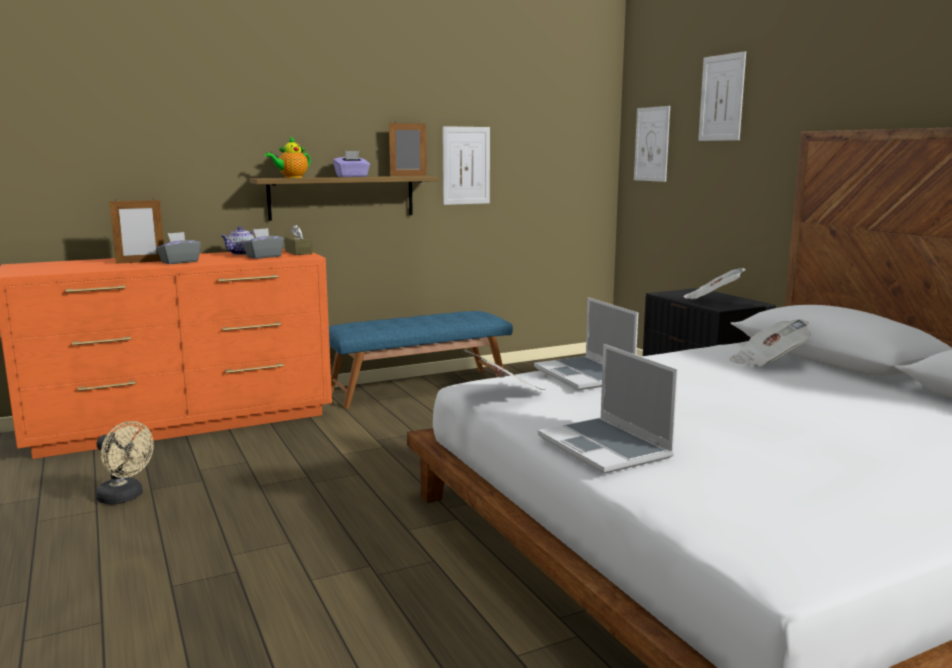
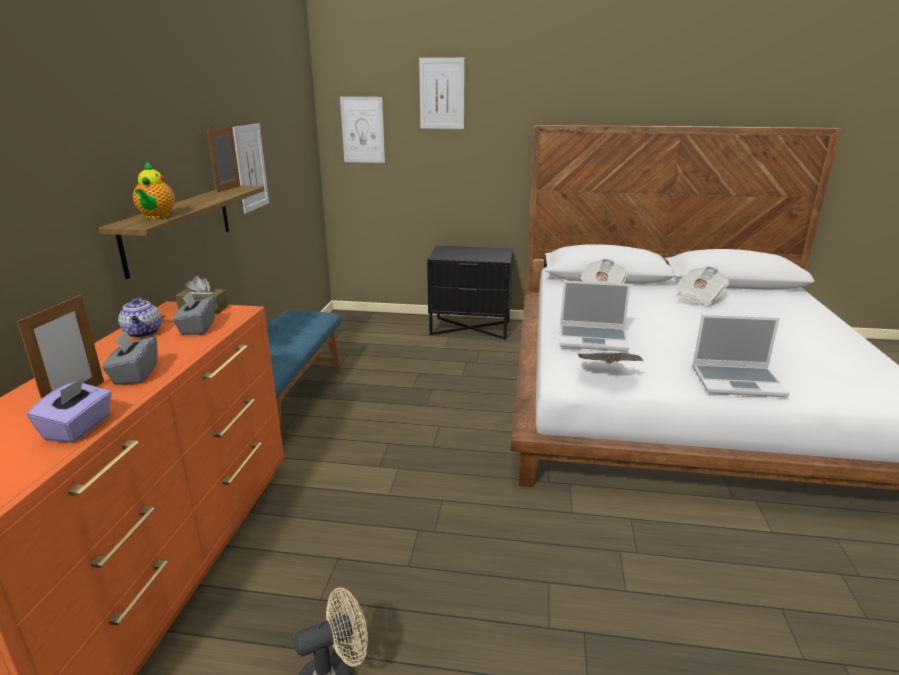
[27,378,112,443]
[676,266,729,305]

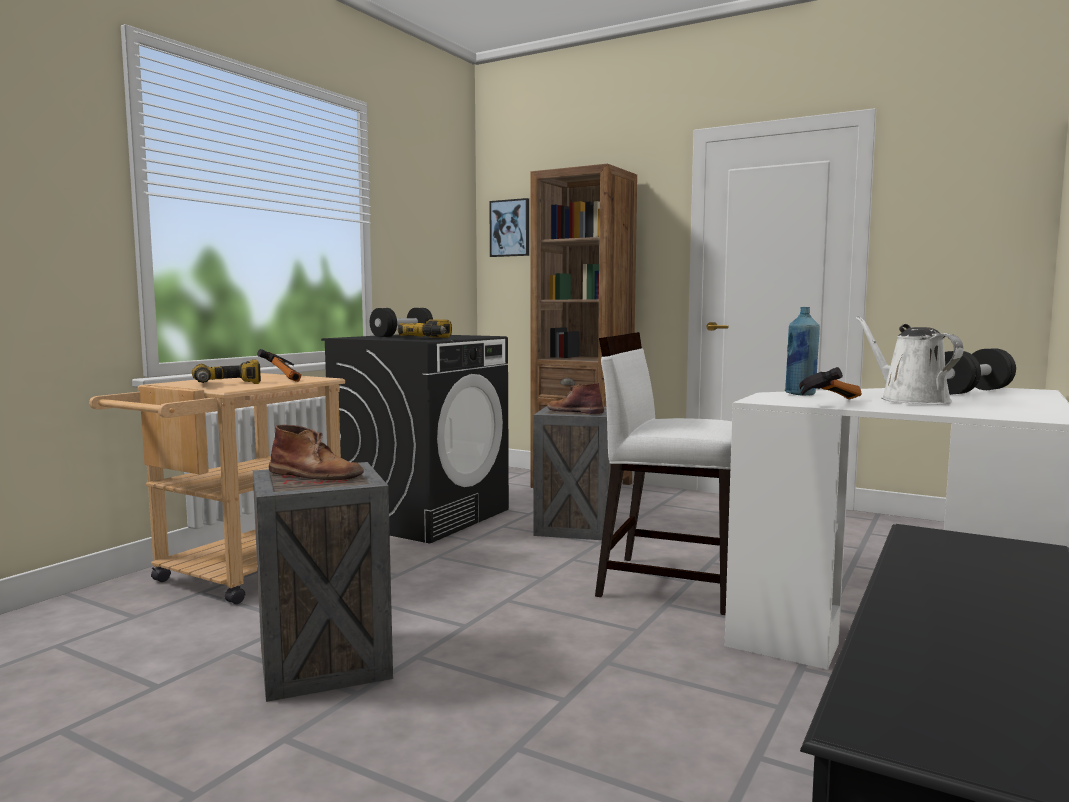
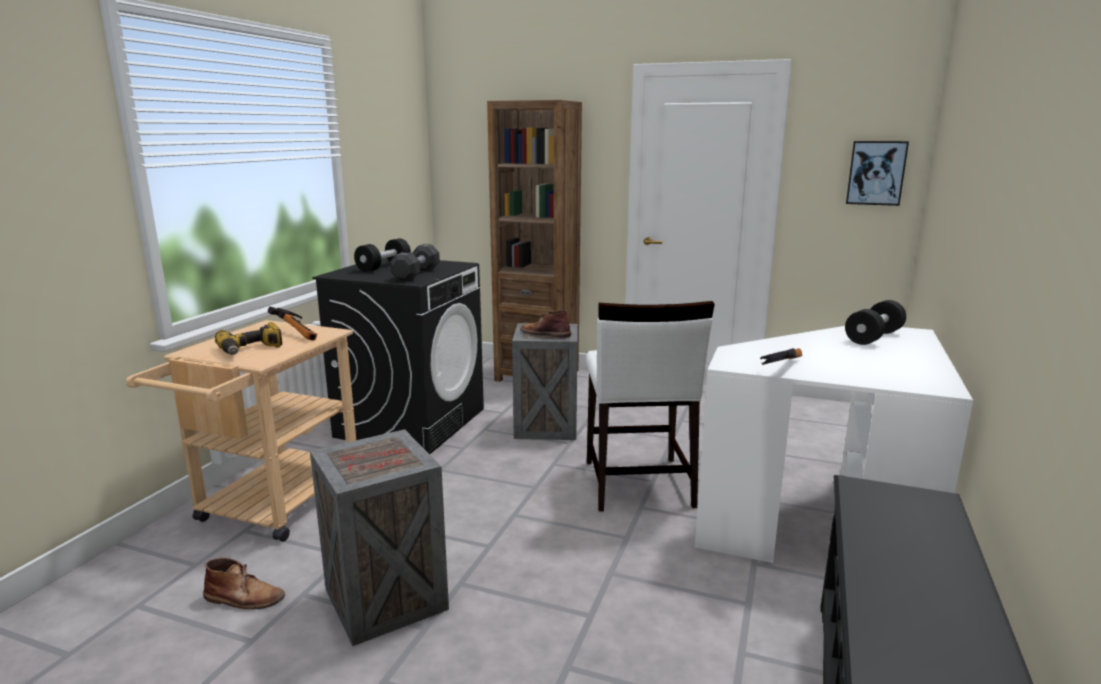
[203,558,285,610]
[390,244,440,281]
[586,301,715,512]
[846,141,909,206]
[784,307,820,396] (first image)
[856,316,964,405] (first image)

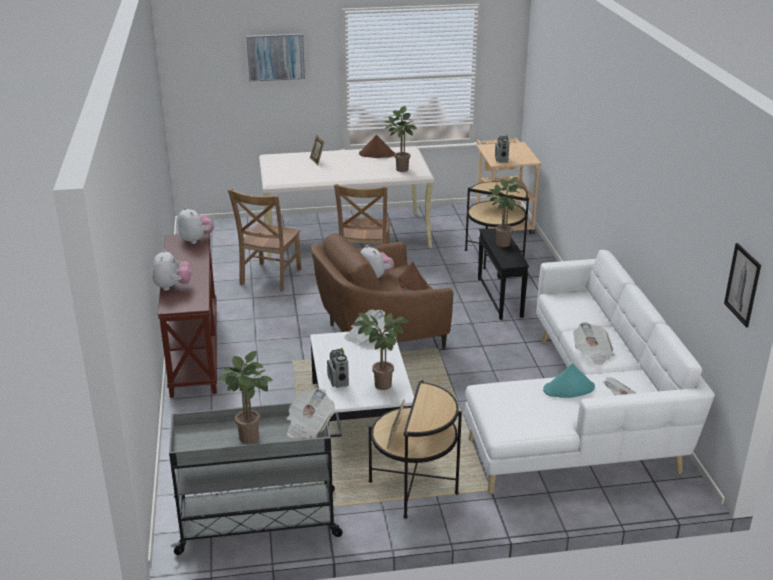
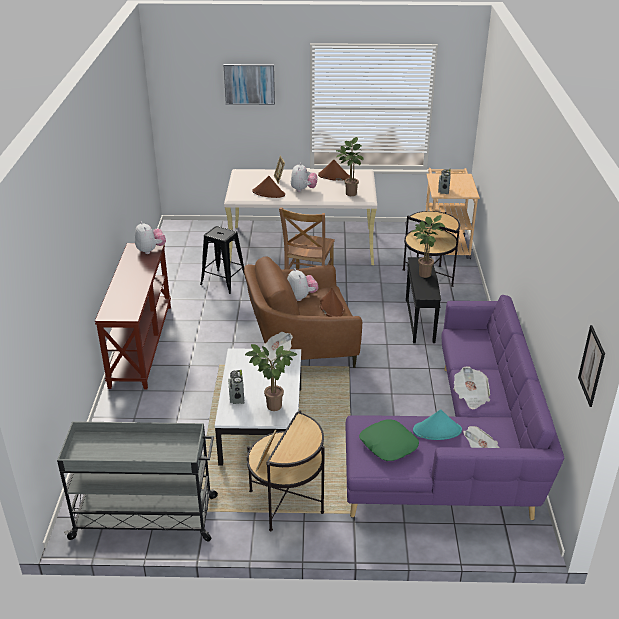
[200,226,246,294]
[252,176,285,198]
[291,162,317,192]
[345,295,564,520]
[359,419,419,461]
[218,351,273,444] (first image)
[287,388,335,438] (first image)

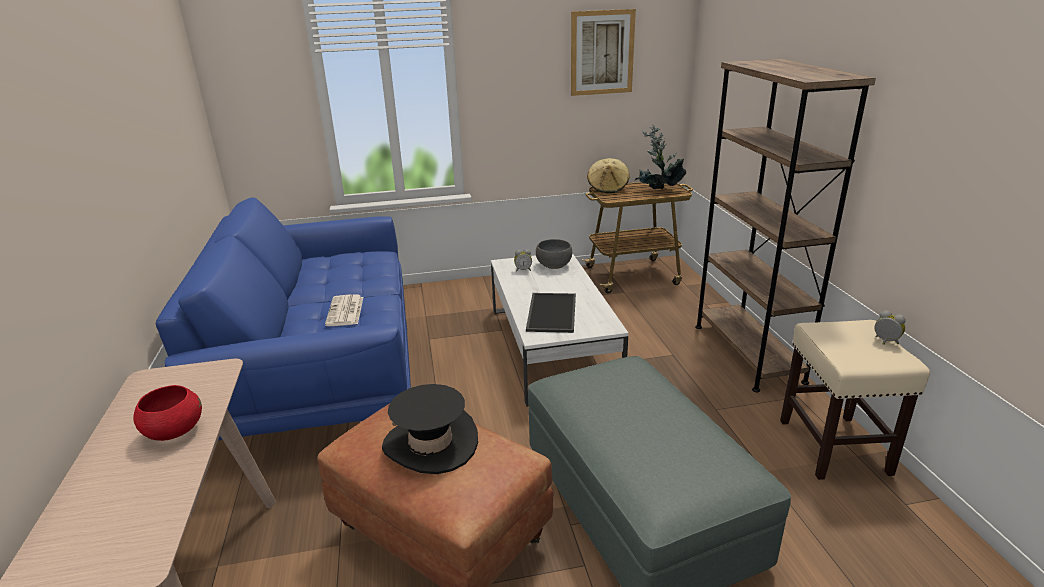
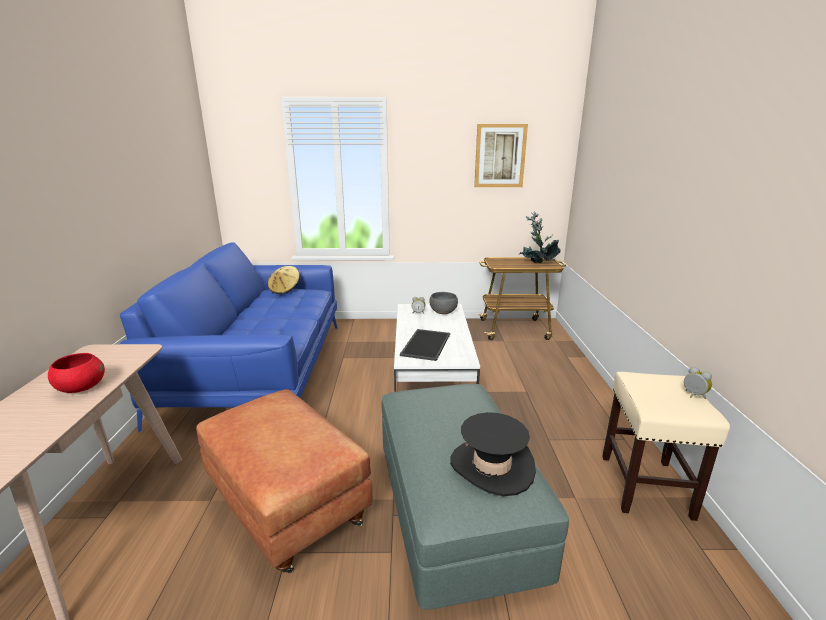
[268,266,300,294]
[450,412,536,496]
[325,294,363,326] (first image)
[695,59,876,392] (first image)

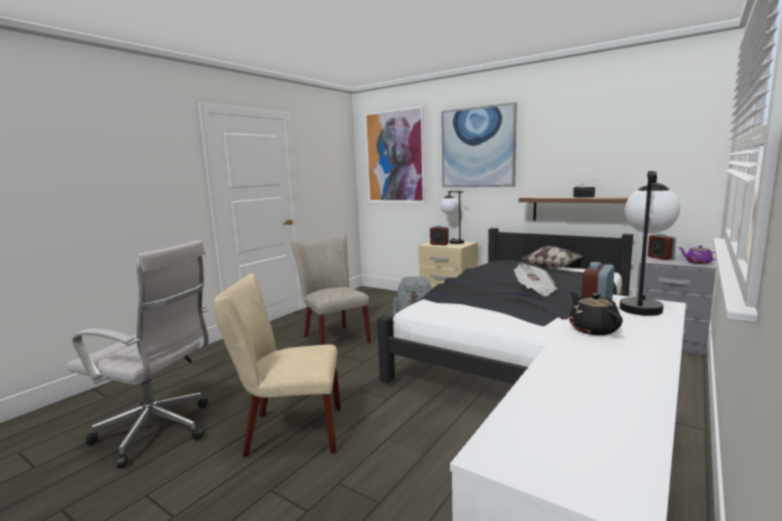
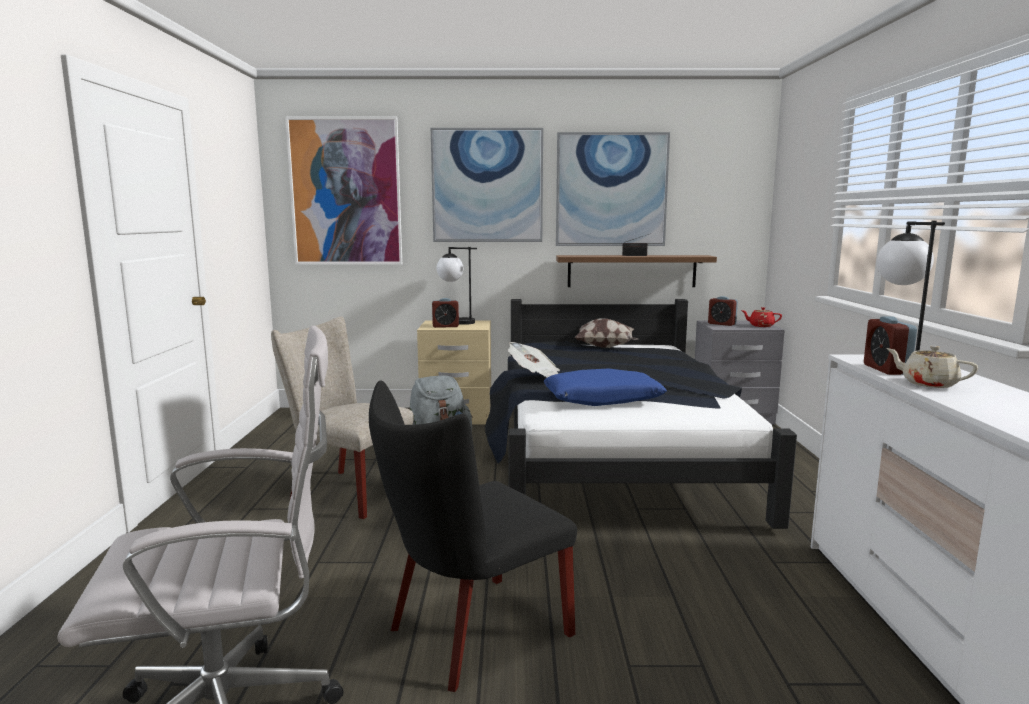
[369,380,577,692]
[508,342,560,378]
[544,368,667,406]
[556,132,670,246]
[742,307,782,327]
[886,346,978,388]

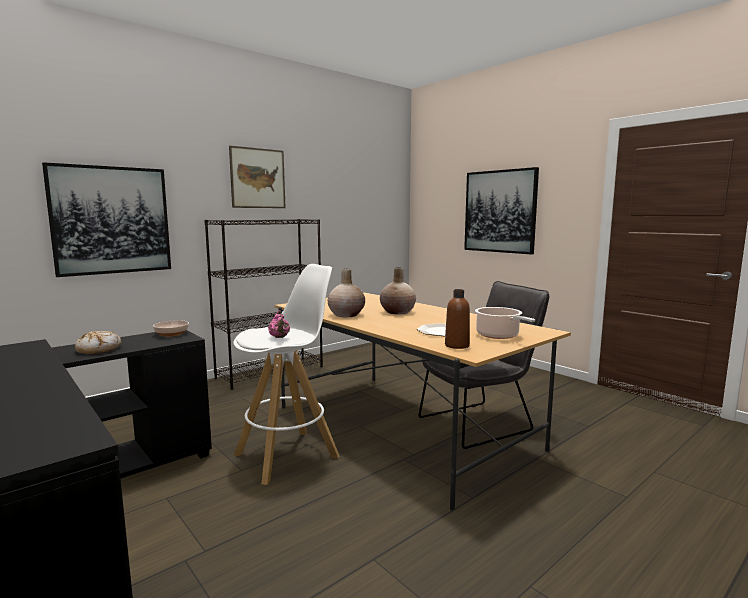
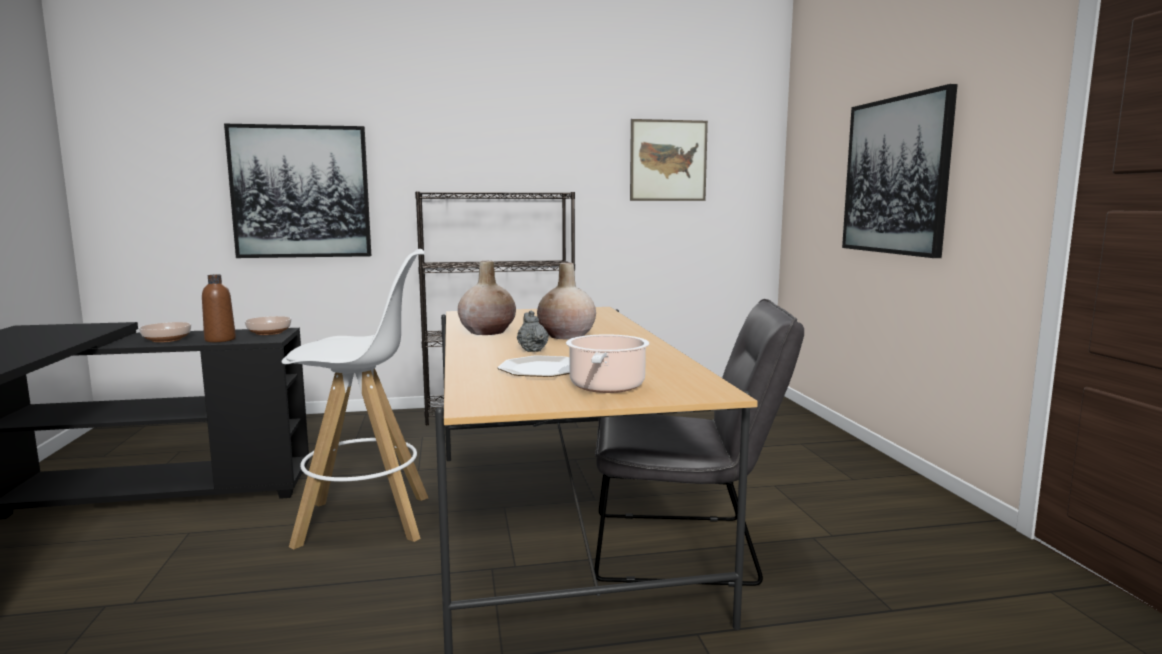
[139,322,191,342]
[202,274,236,342]
[517,310,549,352]
[630,119,708,201]
[268,311,290,338] (first image)

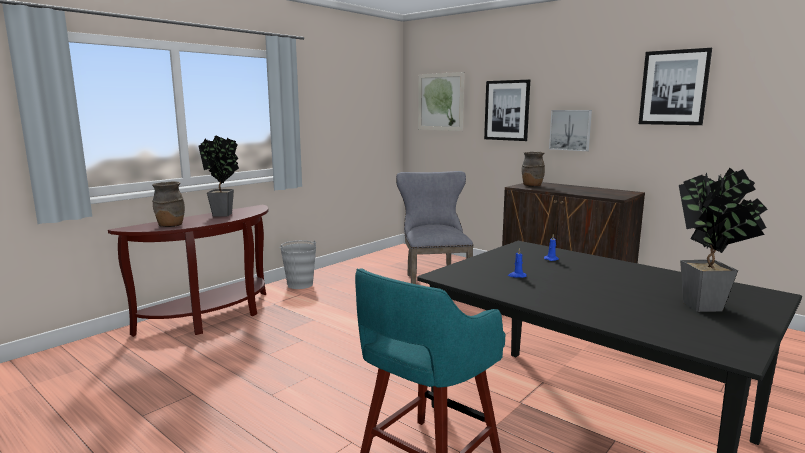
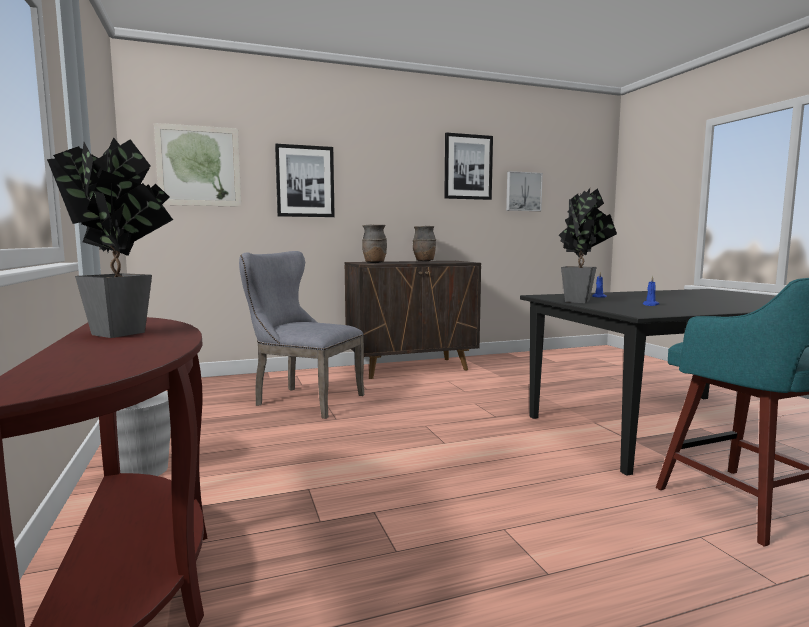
[413,226,436,261]
[506,171,543,211]
[559,188,617,303]

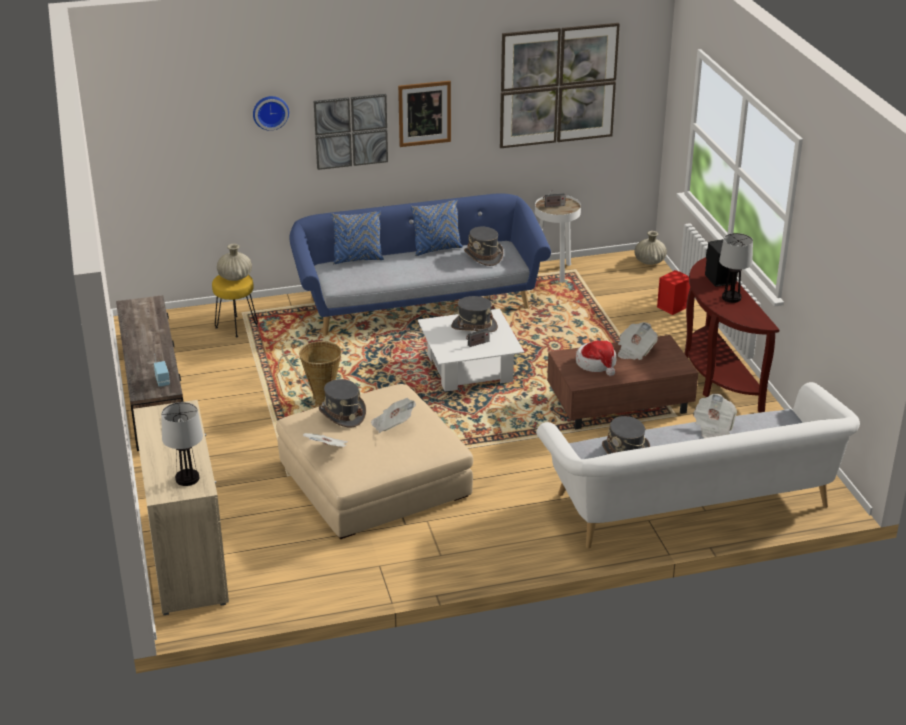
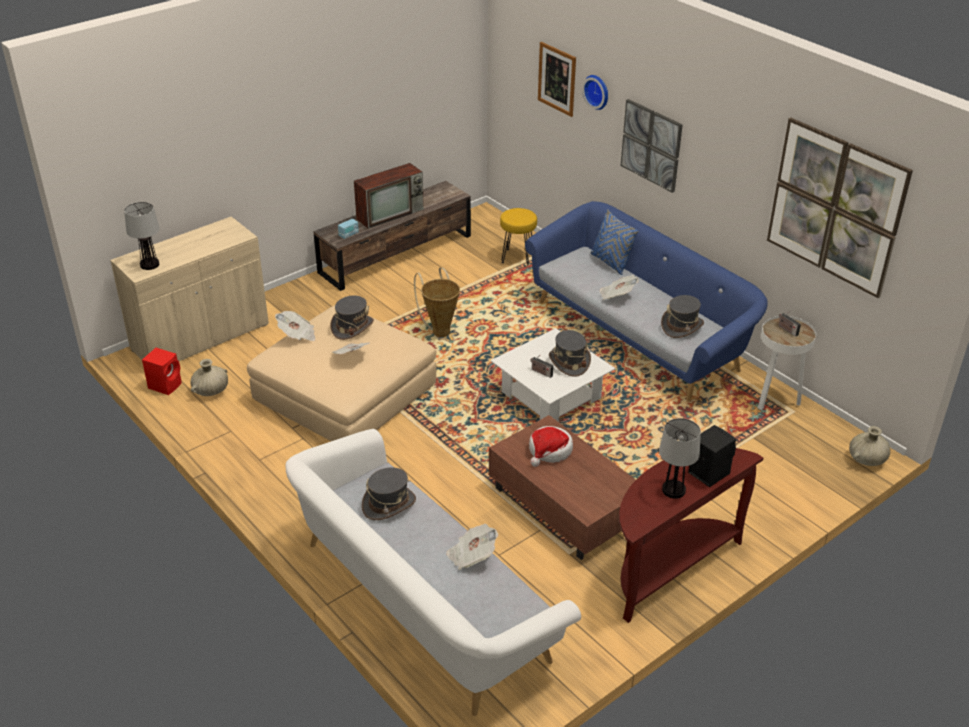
[142,348,182,395]
[190,359,228,396]
[354,163,424,229]
[538,42,576,117]
[599,275,639,300]
[410,199,463,256] (first image)

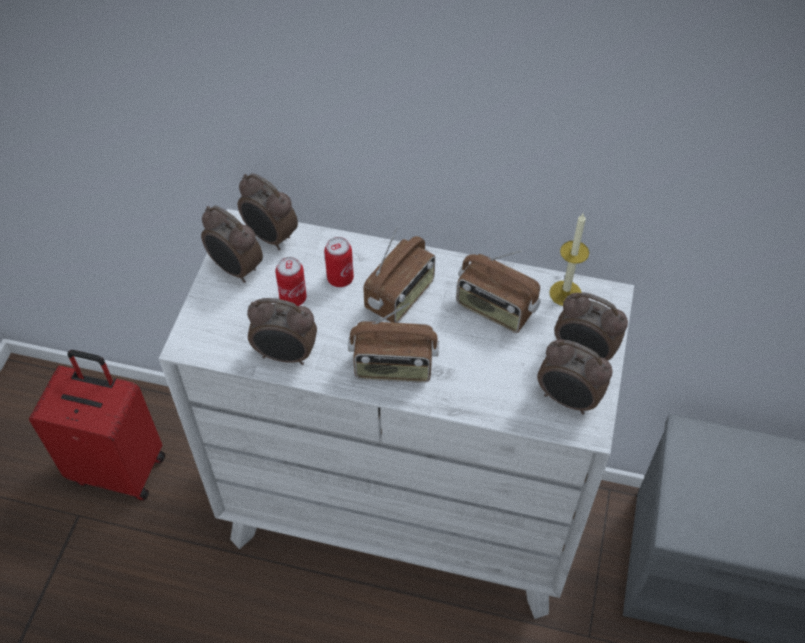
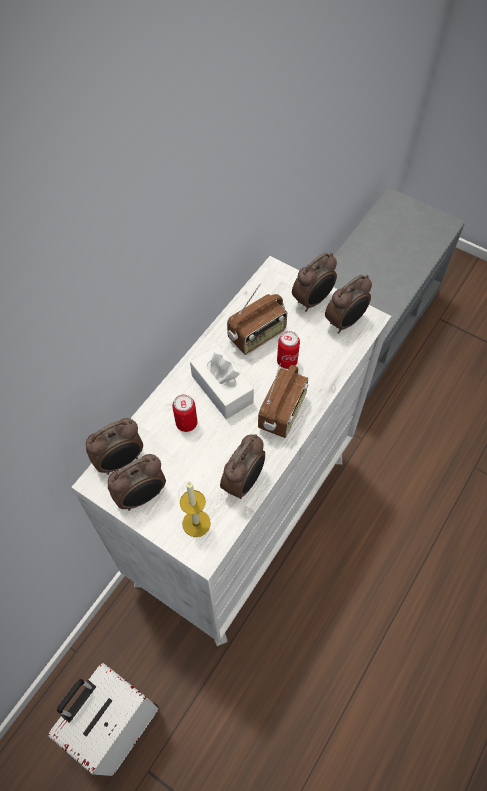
[48,663,159,776]
[180,481,211,537]
[190,346,254,419]
[277,331,300,369]

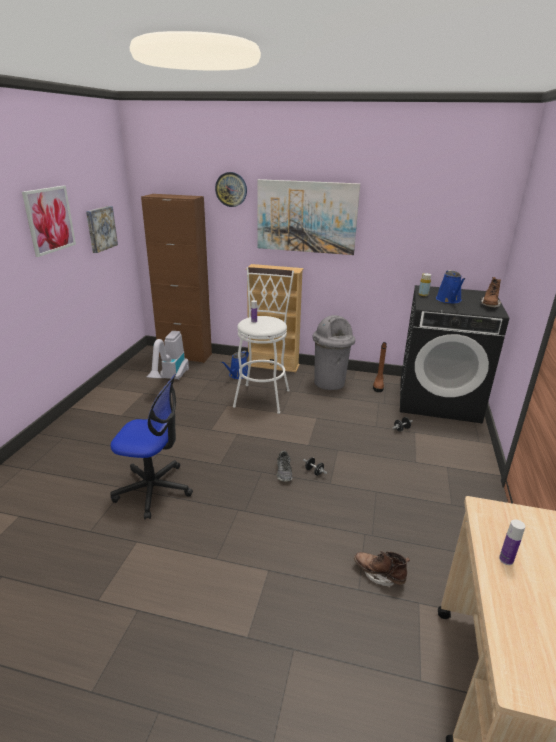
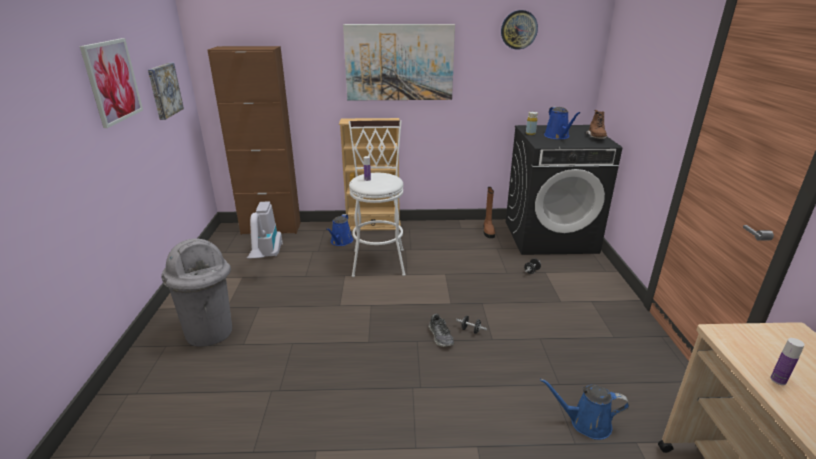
[161,238,232,347]
[501,10,538,49]
[540,378,629,440]
[110,374,193,519] (first image)

